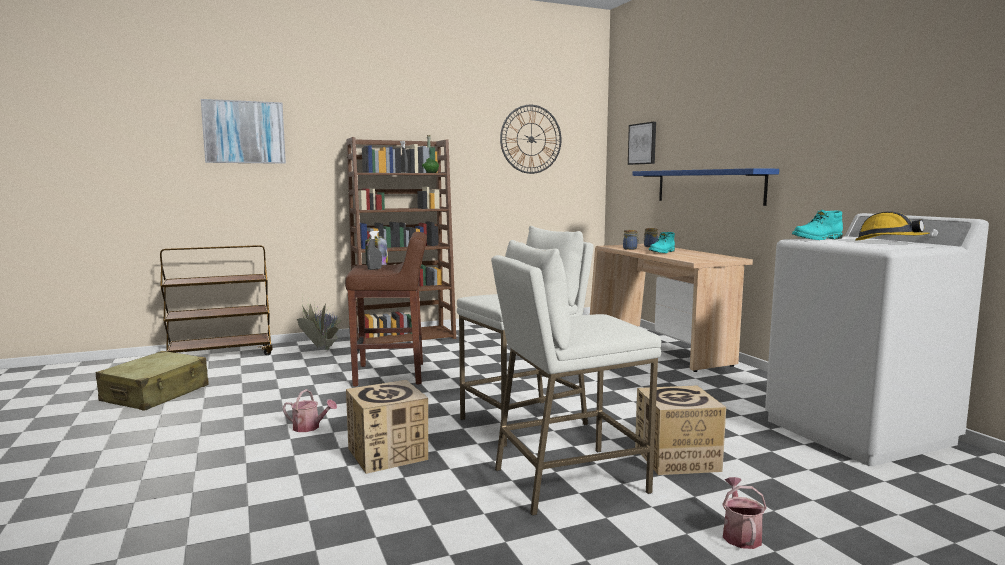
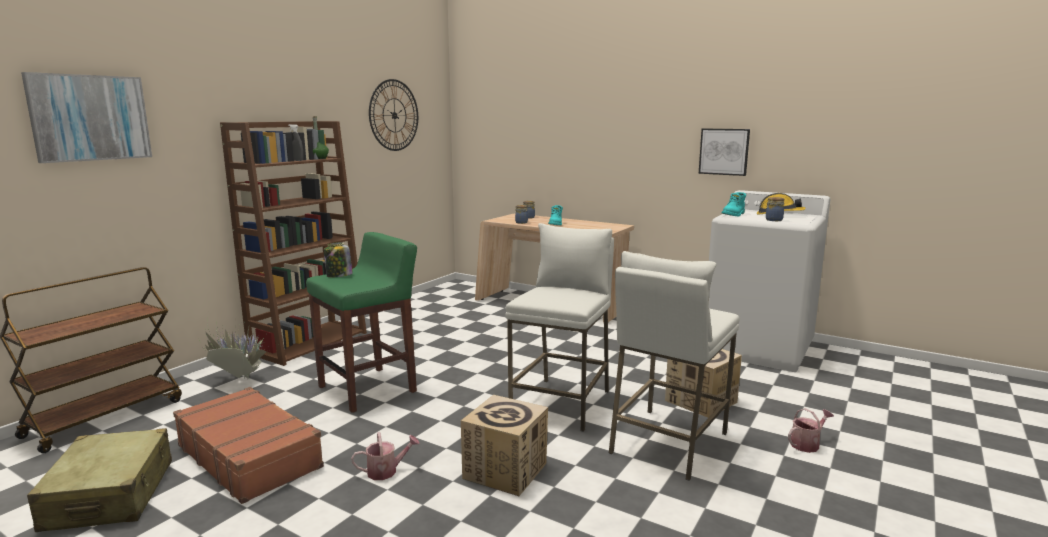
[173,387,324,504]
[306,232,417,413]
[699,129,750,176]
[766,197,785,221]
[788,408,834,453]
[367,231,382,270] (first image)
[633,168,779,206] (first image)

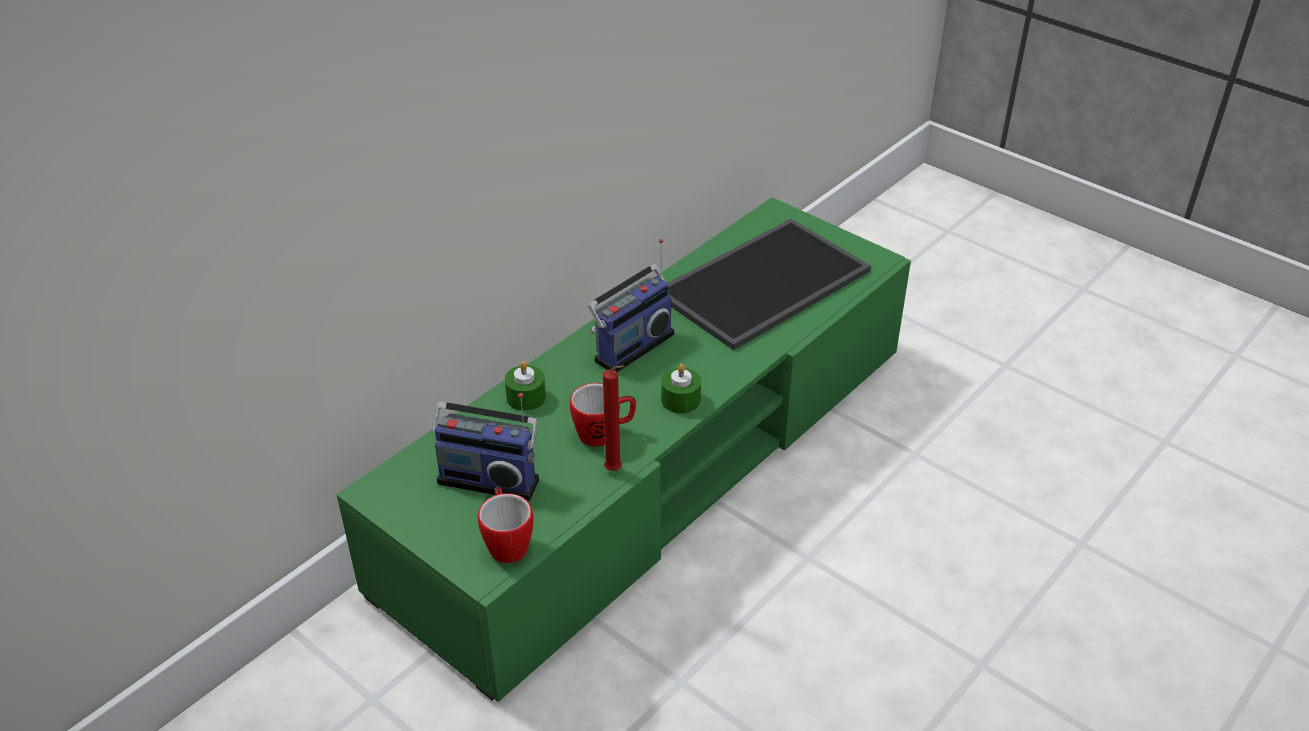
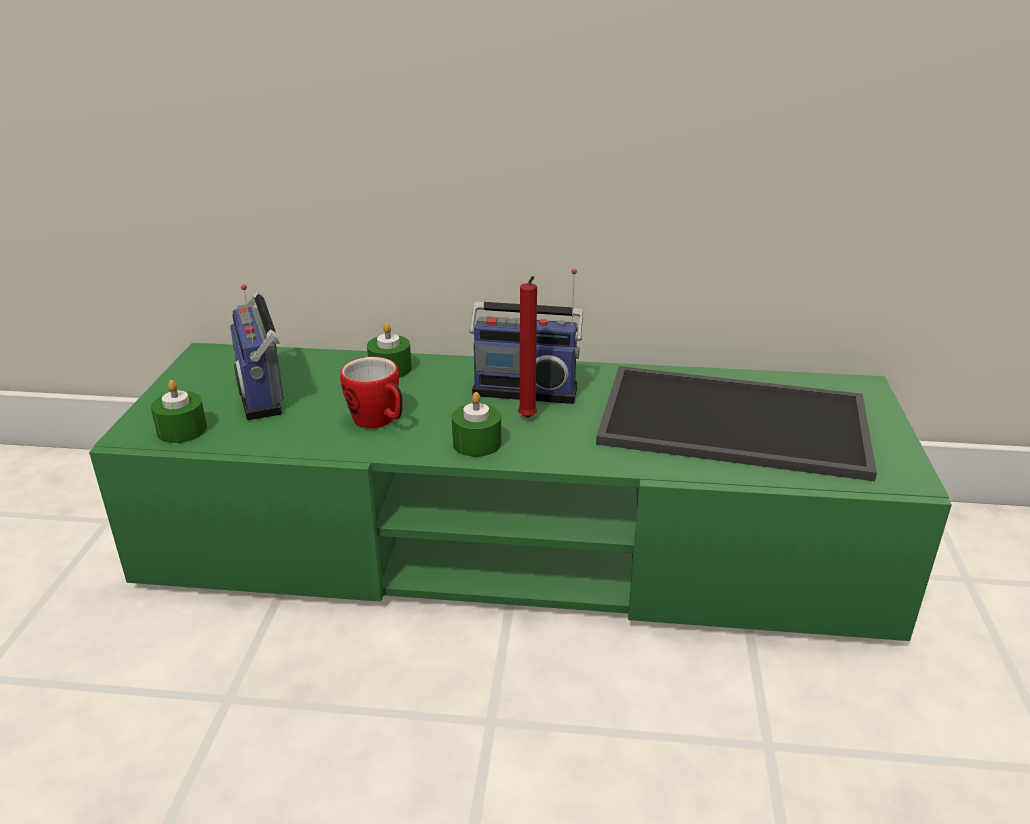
[151,380,207,443]
[518,276,537,418]

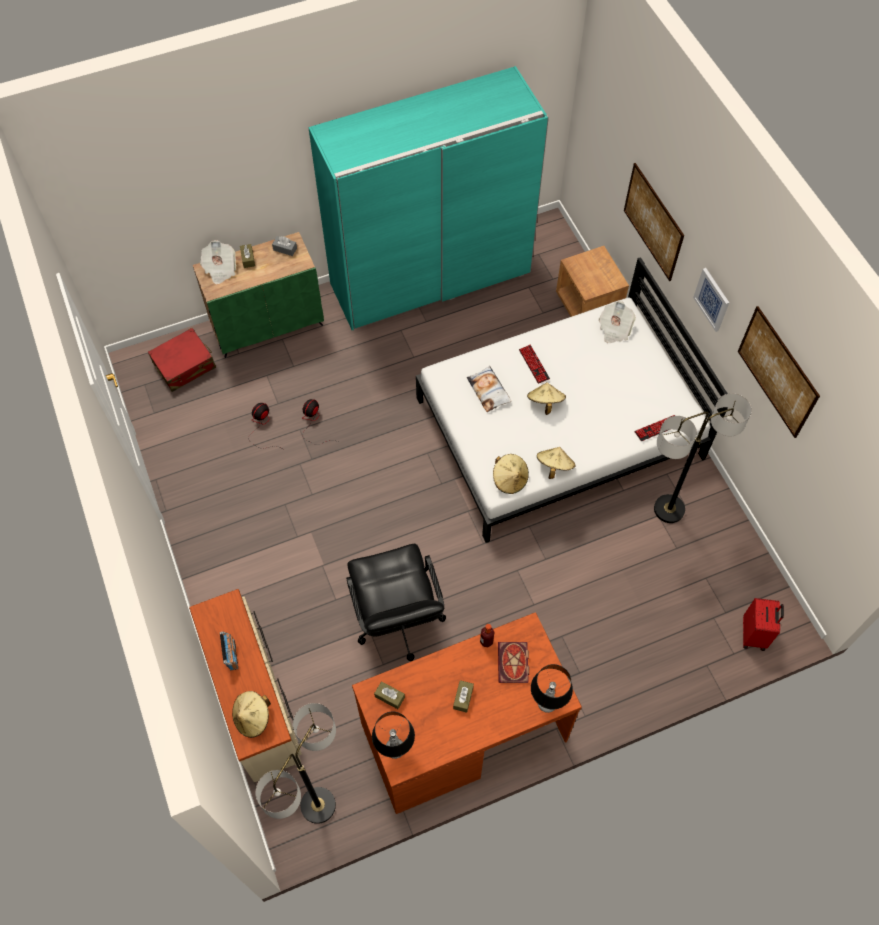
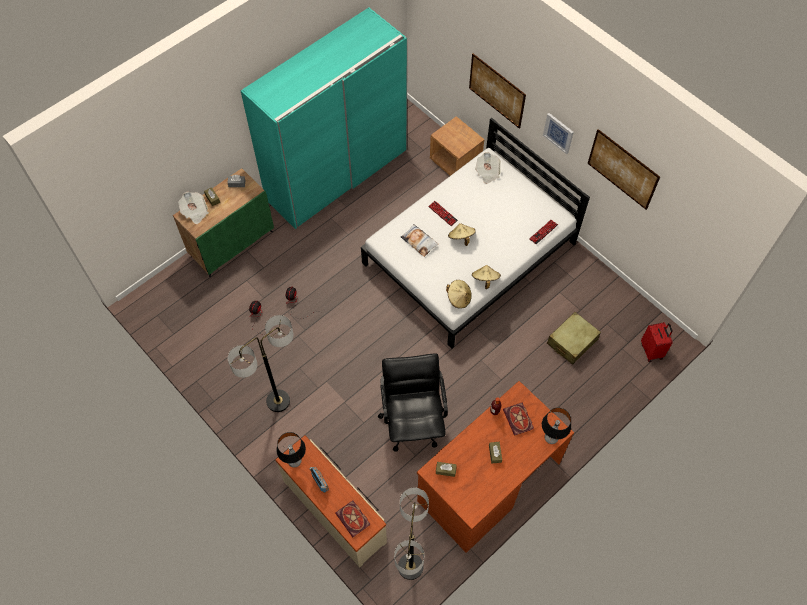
[228,315,294,412]
[276,432,306,467]
[335,500,370,537]
[378,354,448,452]
[547,312,601,365]
[148,328,216,392] (first image)

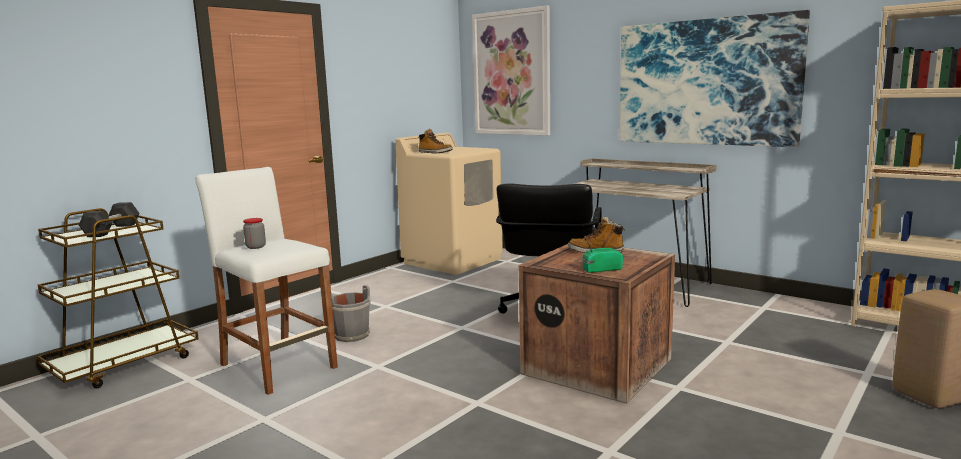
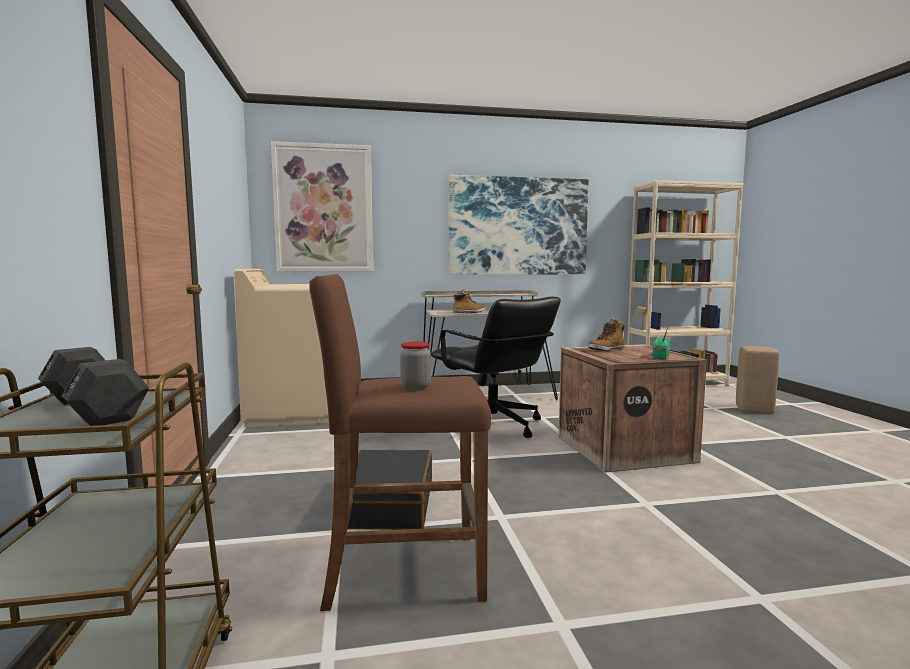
[309,274,491,611]
[347,450,432,530]
[453,289,486,313]

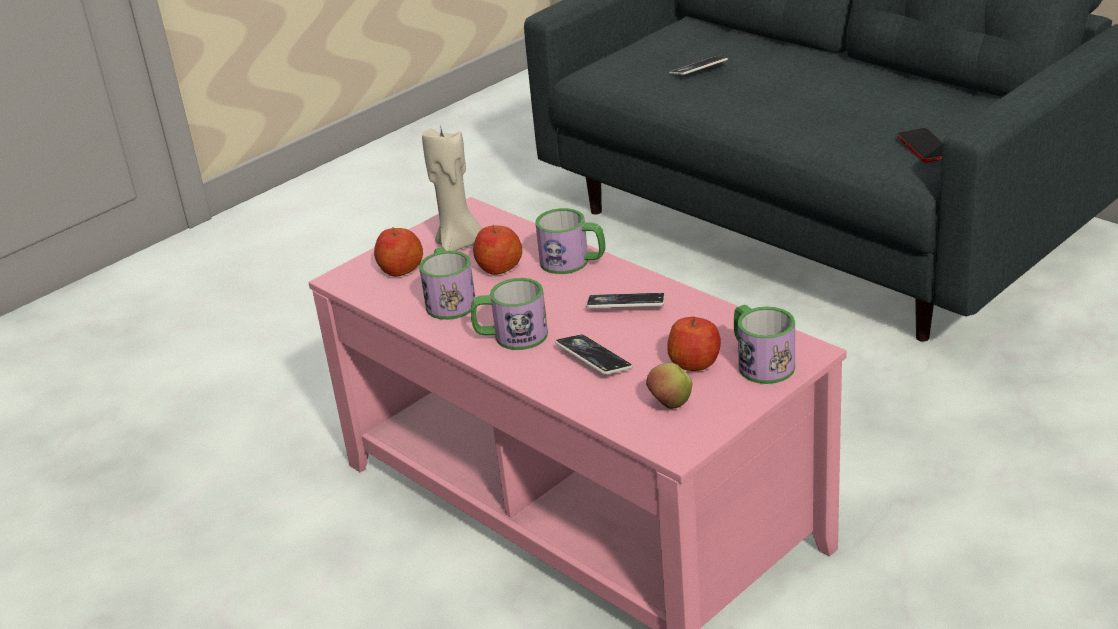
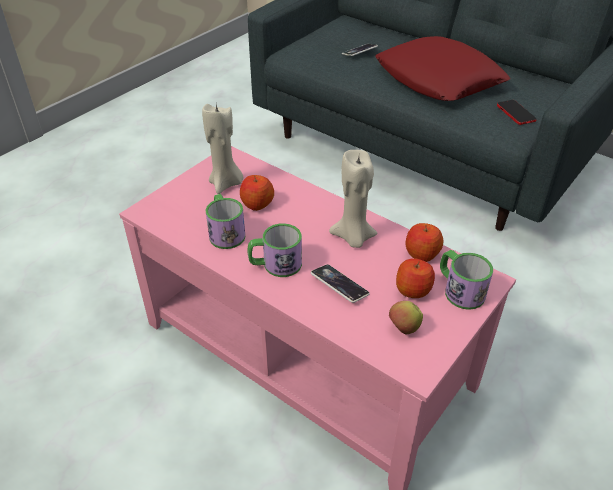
[329,150,378,248]
[375,36,510,101]
[405,223,443,262]
[535,208,606,274] (first image)

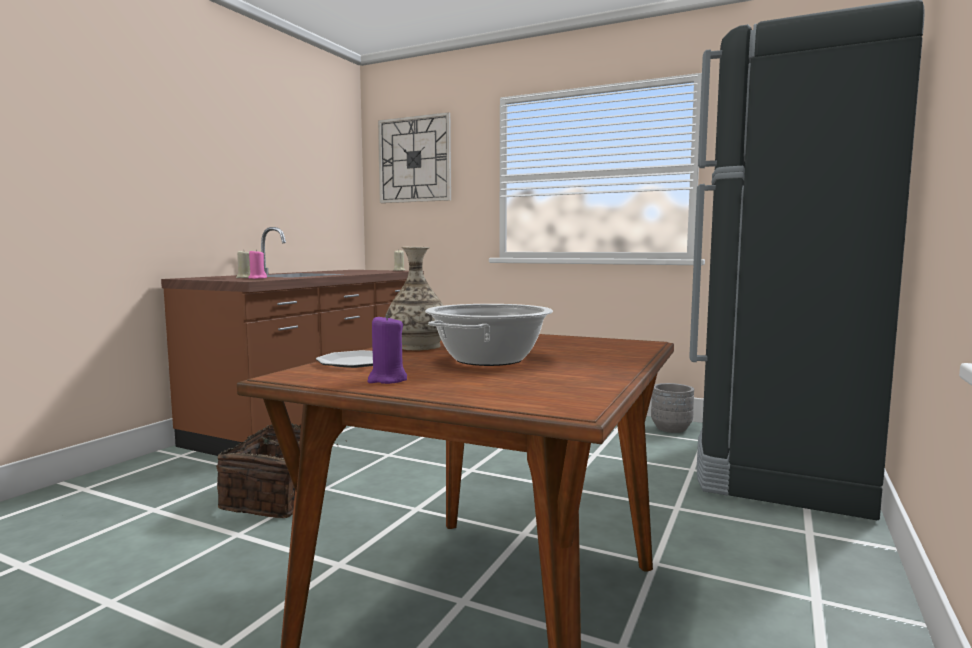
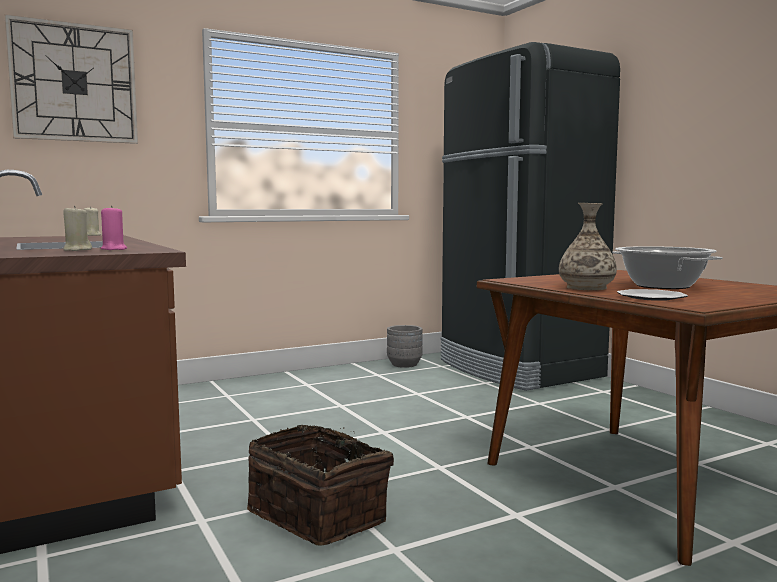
[367,314,407,384] (first image)

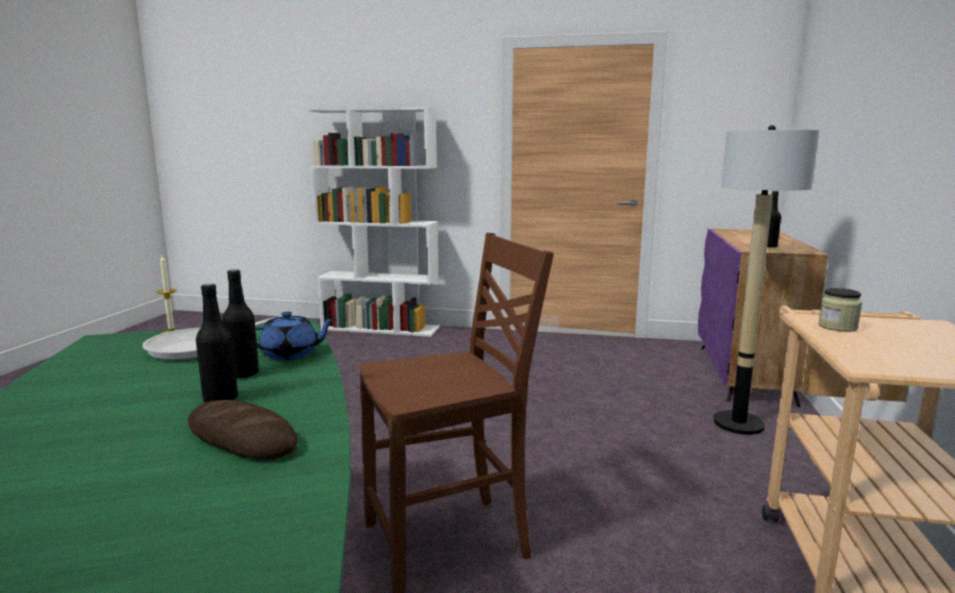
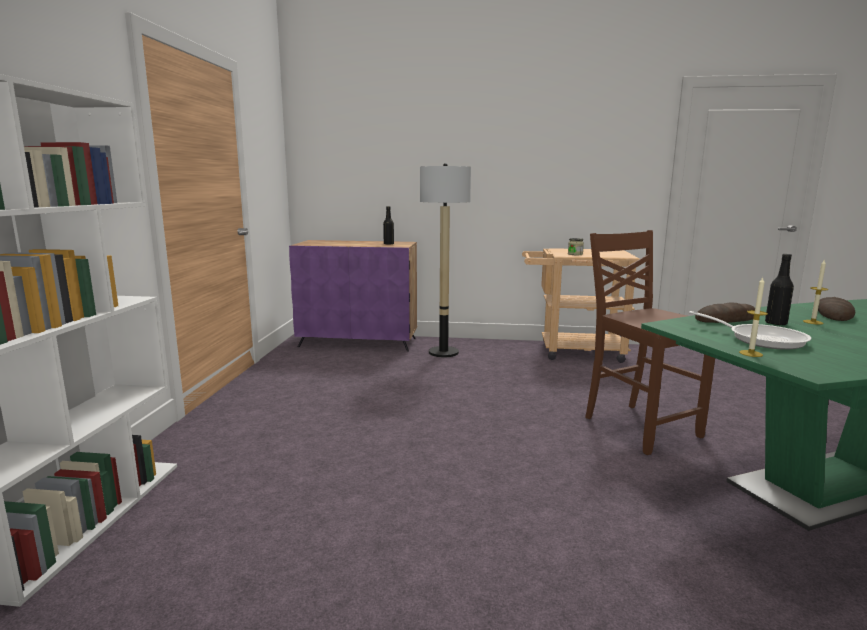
[695,303,755,323]
[803,260,828,325]

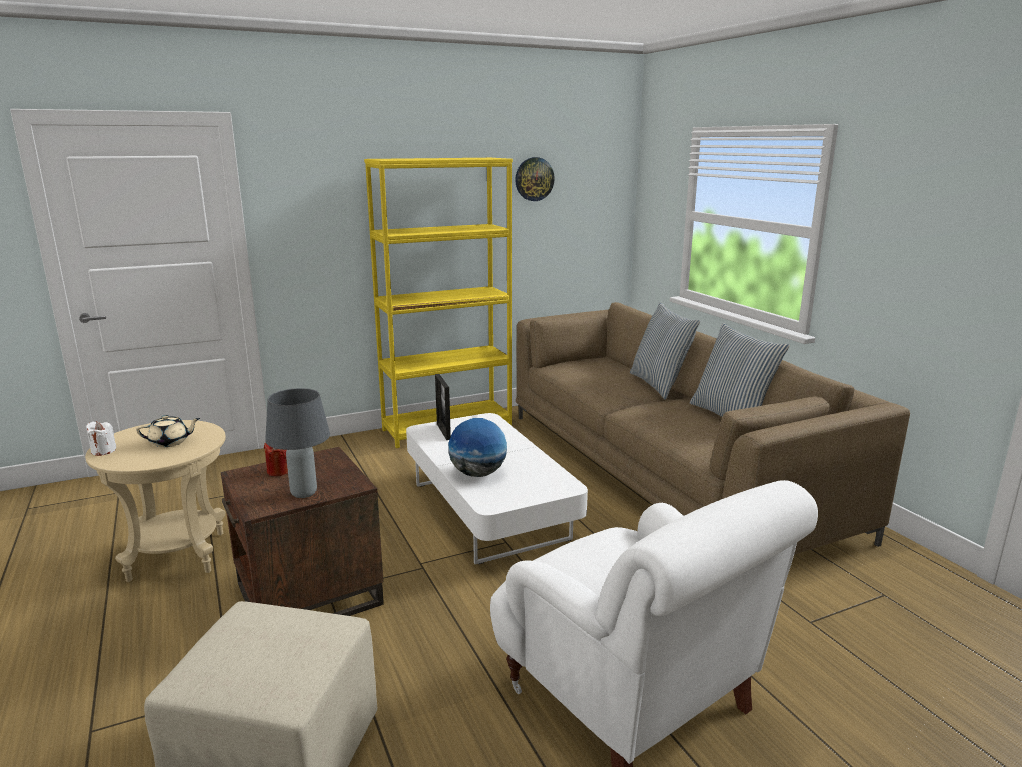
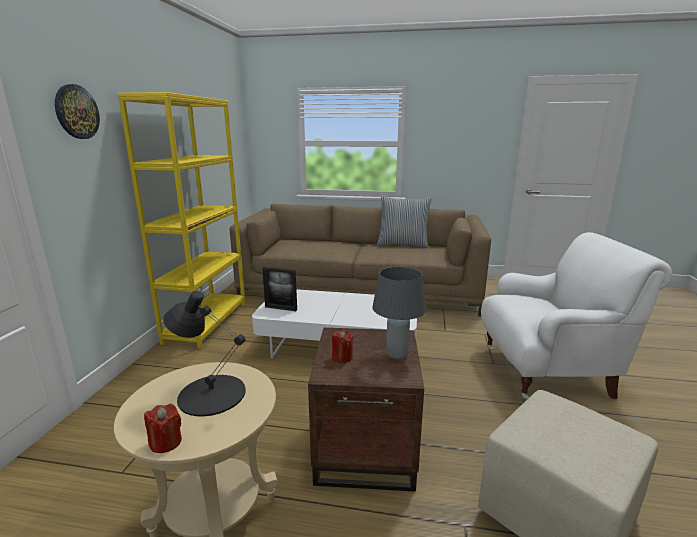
[55,84,100,139]
[144,403,182,453]
[163,291,246,416]
[448,418,507,477] (first image)
[630,303,700,400] (first image)

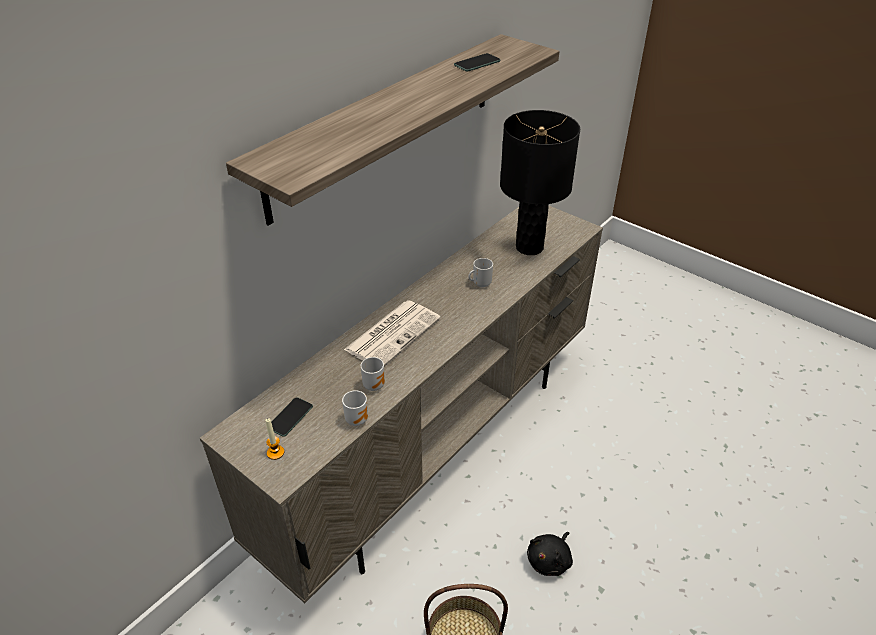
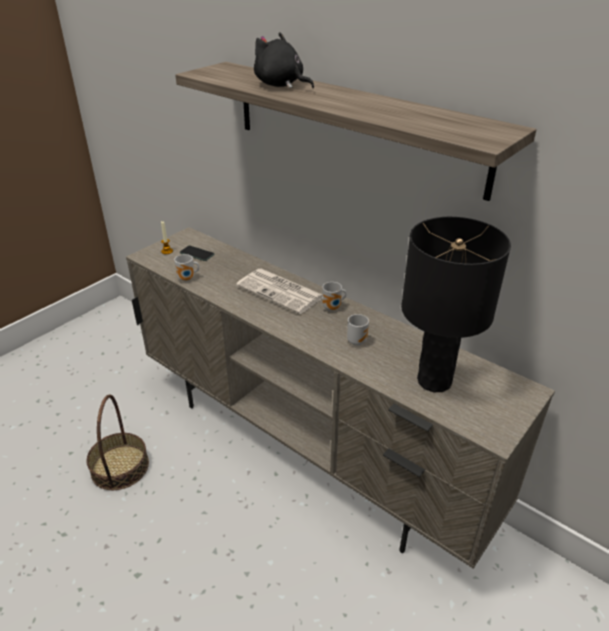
[254,32,314,88]
[322,282,346,311]
[454,53,501,71] (first image)

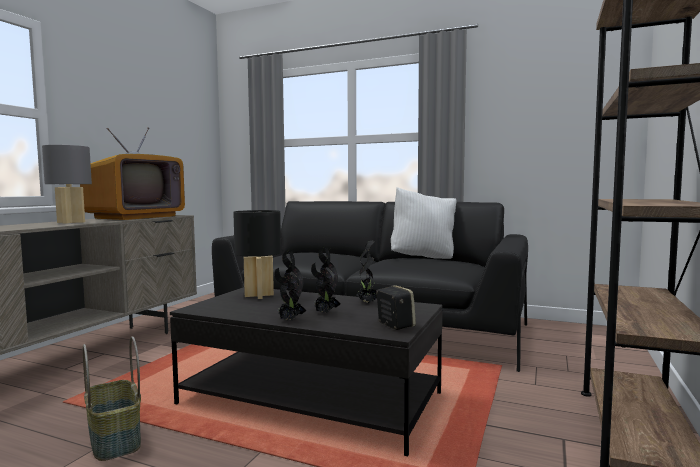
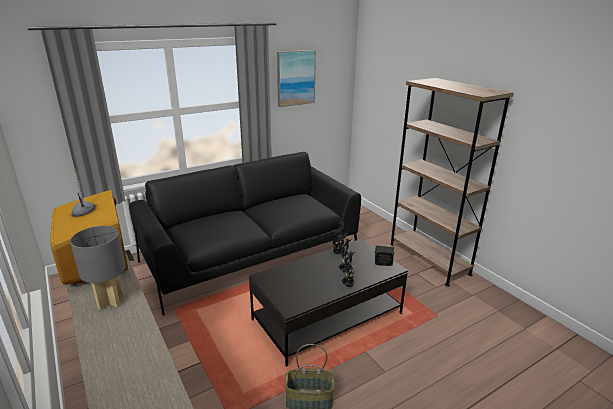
[277,50,316,107]
[233,210,281,299] (first image)
[391,187,456,259] (first image)

